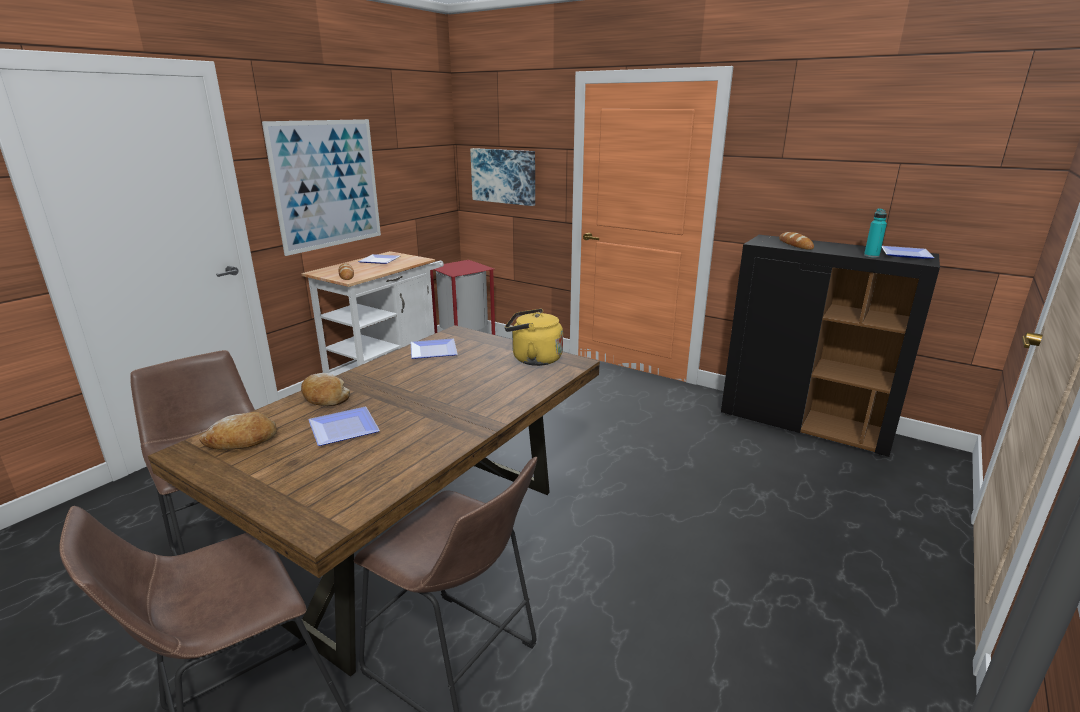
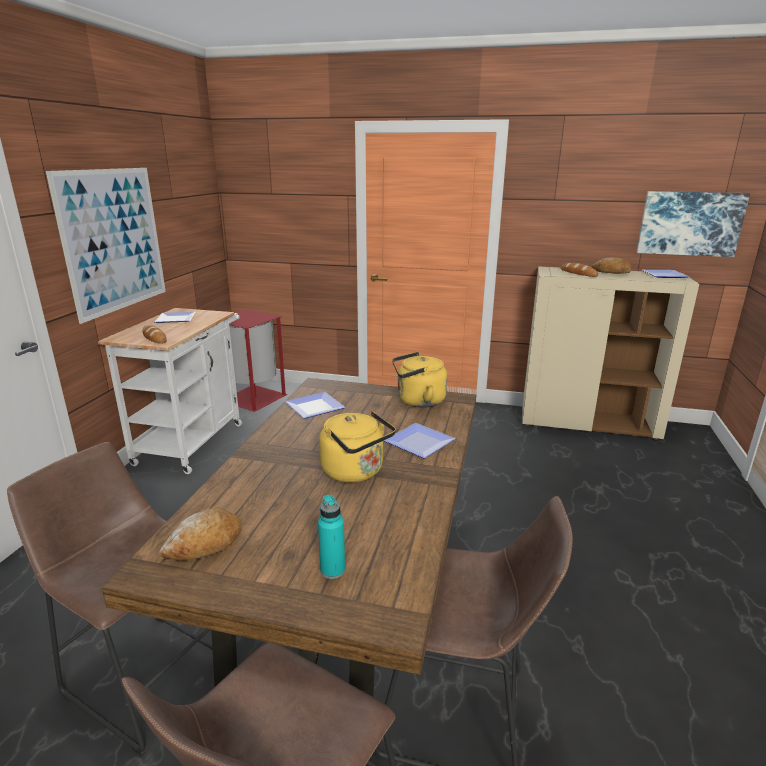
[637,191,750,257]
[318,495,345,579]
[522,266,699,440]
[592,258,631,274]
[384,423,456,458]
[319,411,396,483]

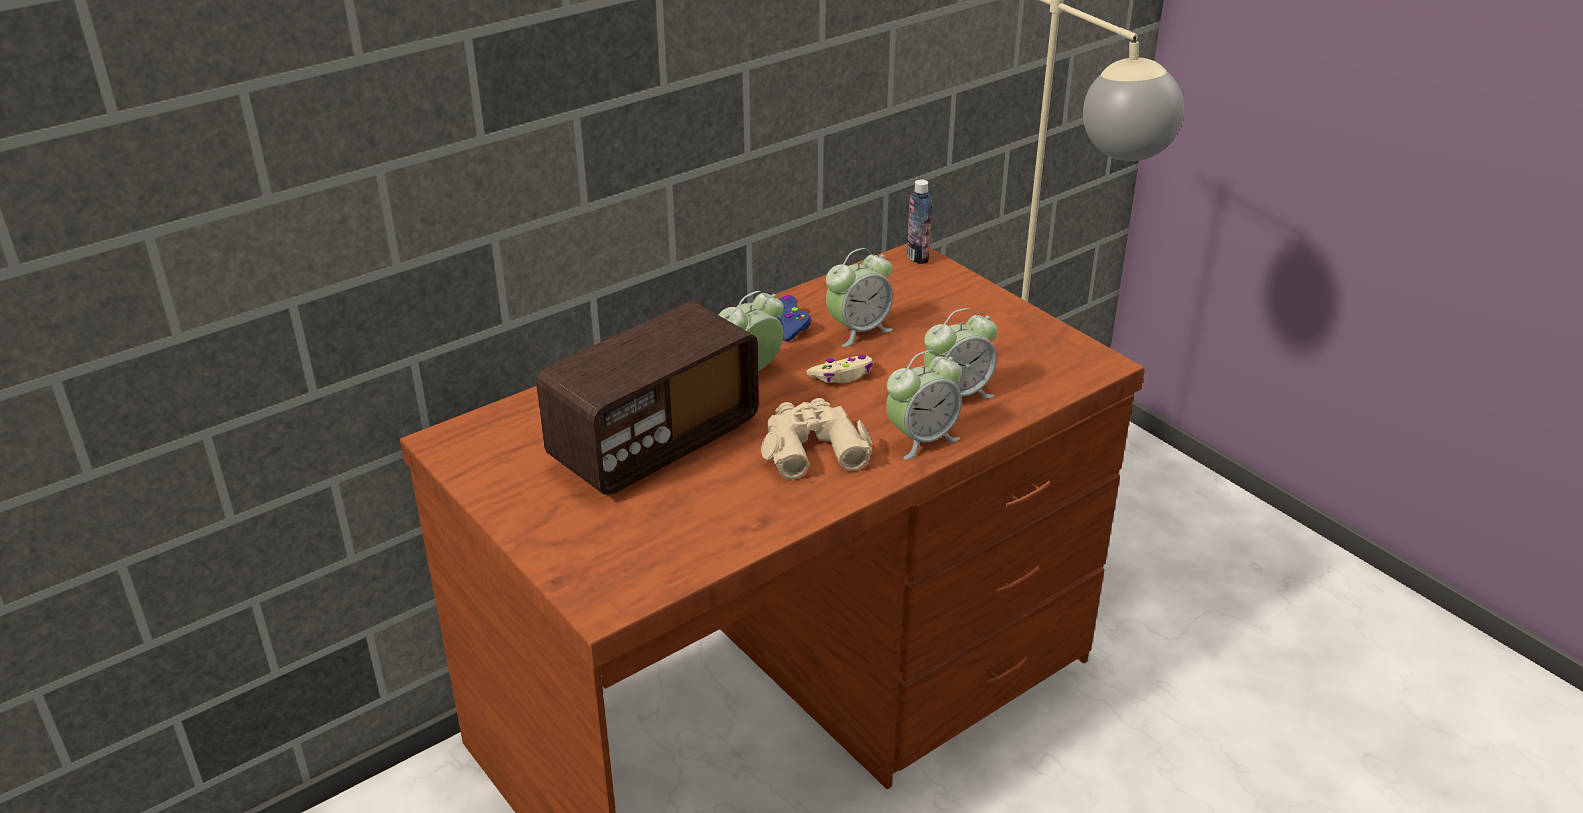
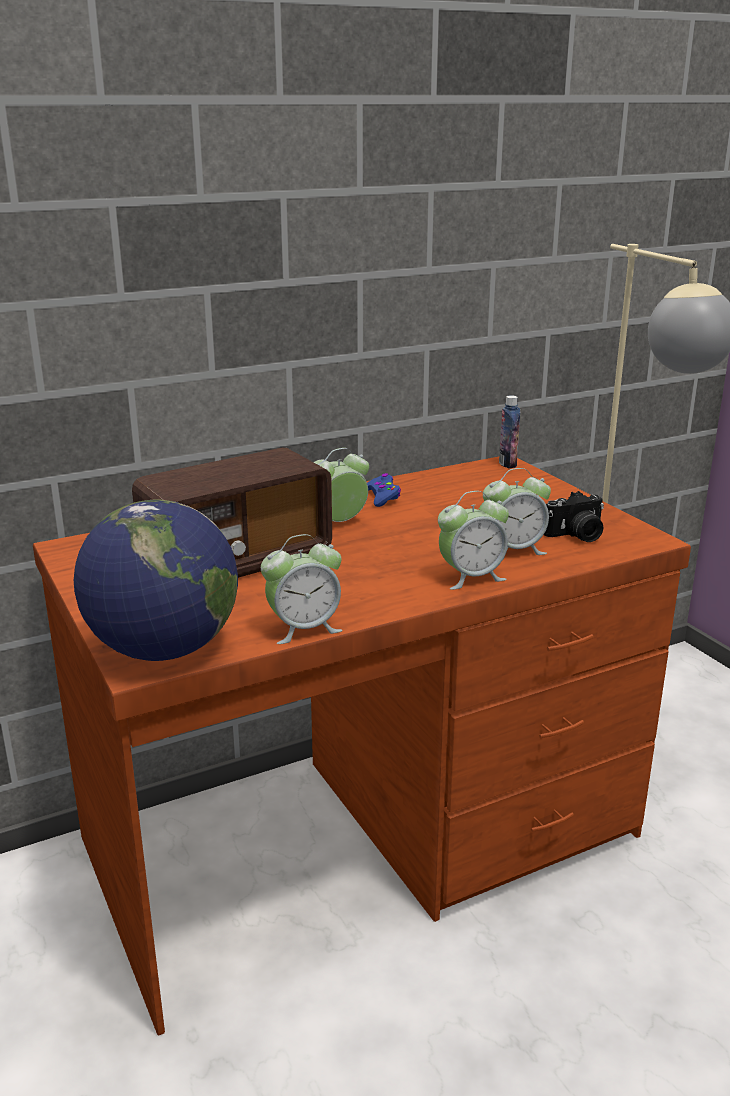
[261,534,343,644]
[806,355,873,383] (first image)
[761,398,873,480] (first image)
[544,491,604,542]
[74,499,238,661]

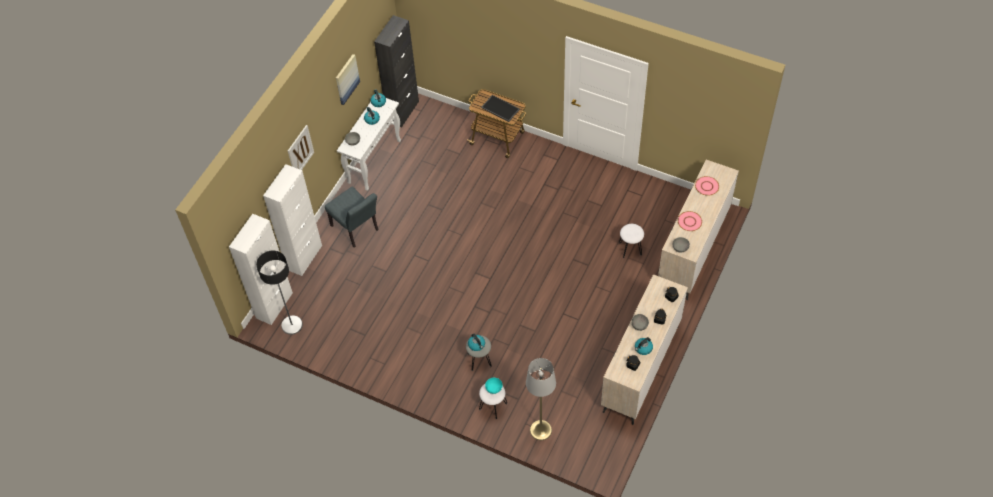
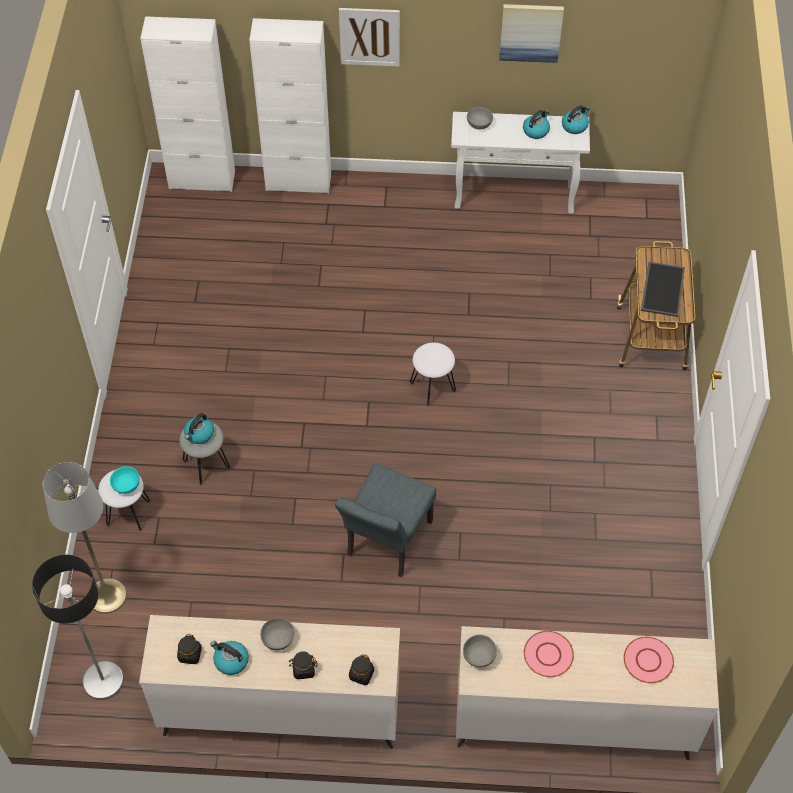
[374,15,419,127] (first image)
[335,463,436,577]
[410,343,456,406]
[32,554,124,700]

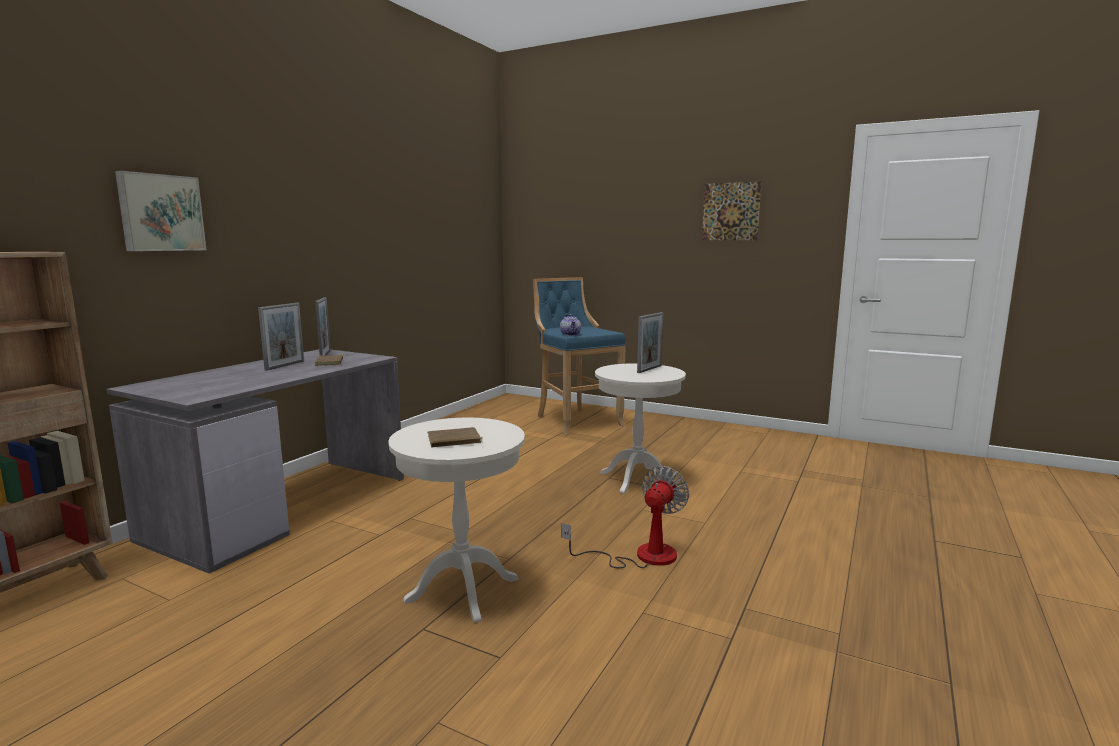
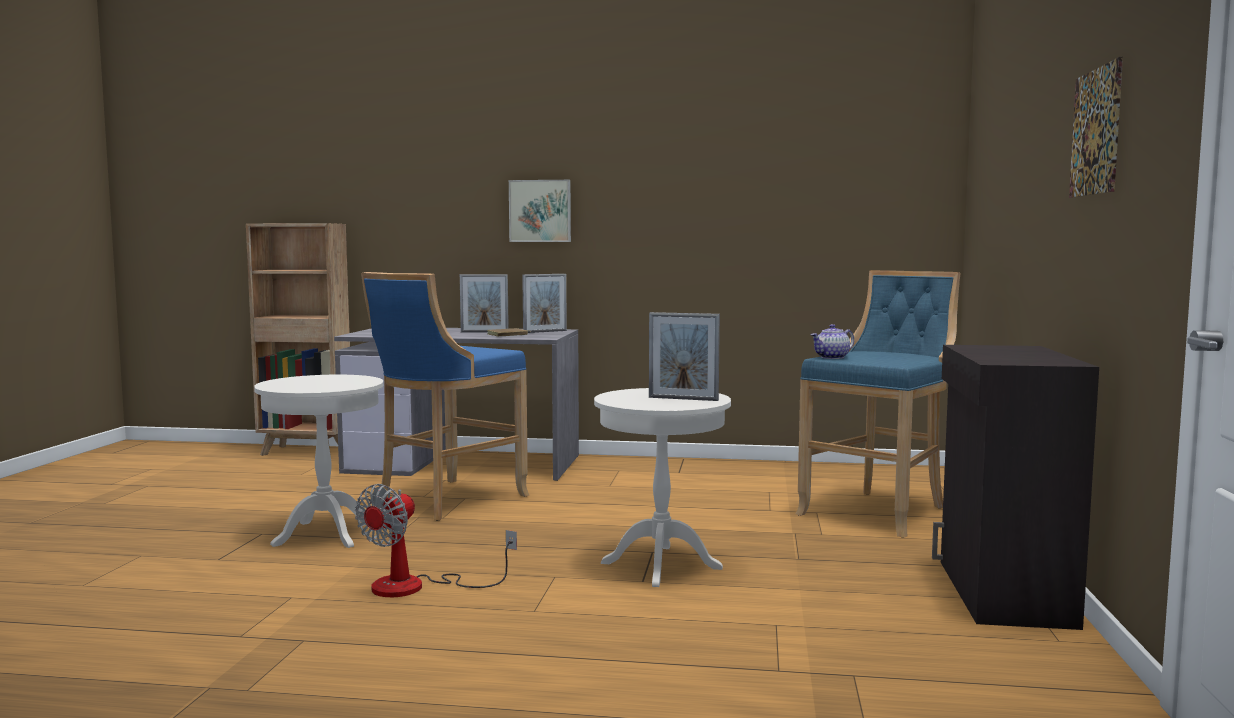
[509,180,571,242]
[427,427,483,447] (first image)
[355,484,517,597]
[361,272,529,521]
[932,345,1099,630]

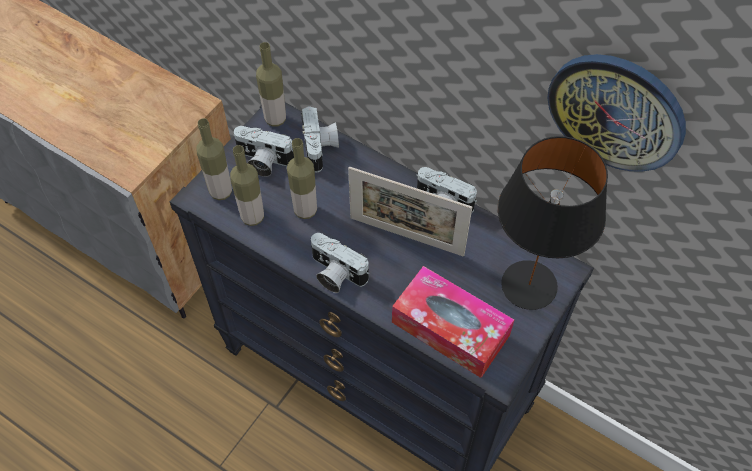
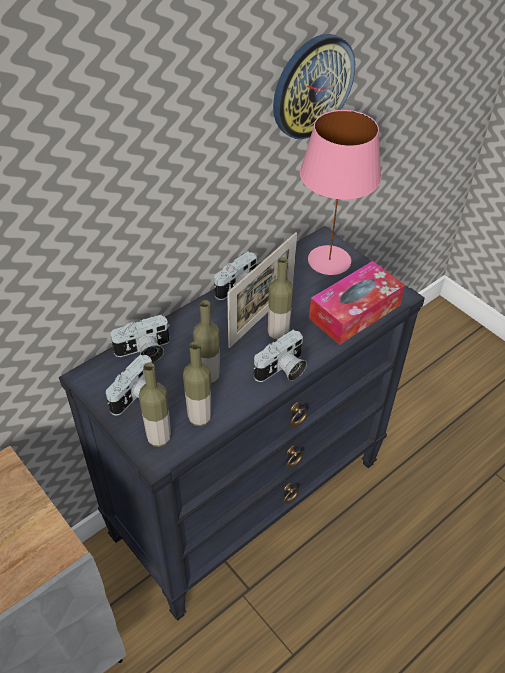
[268,257,294,341]
[110,315,170,363]
[300,110,381,275]

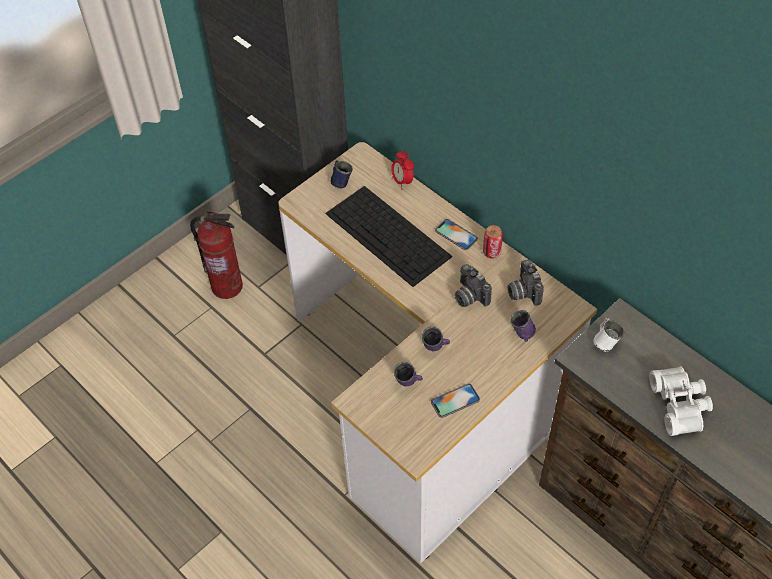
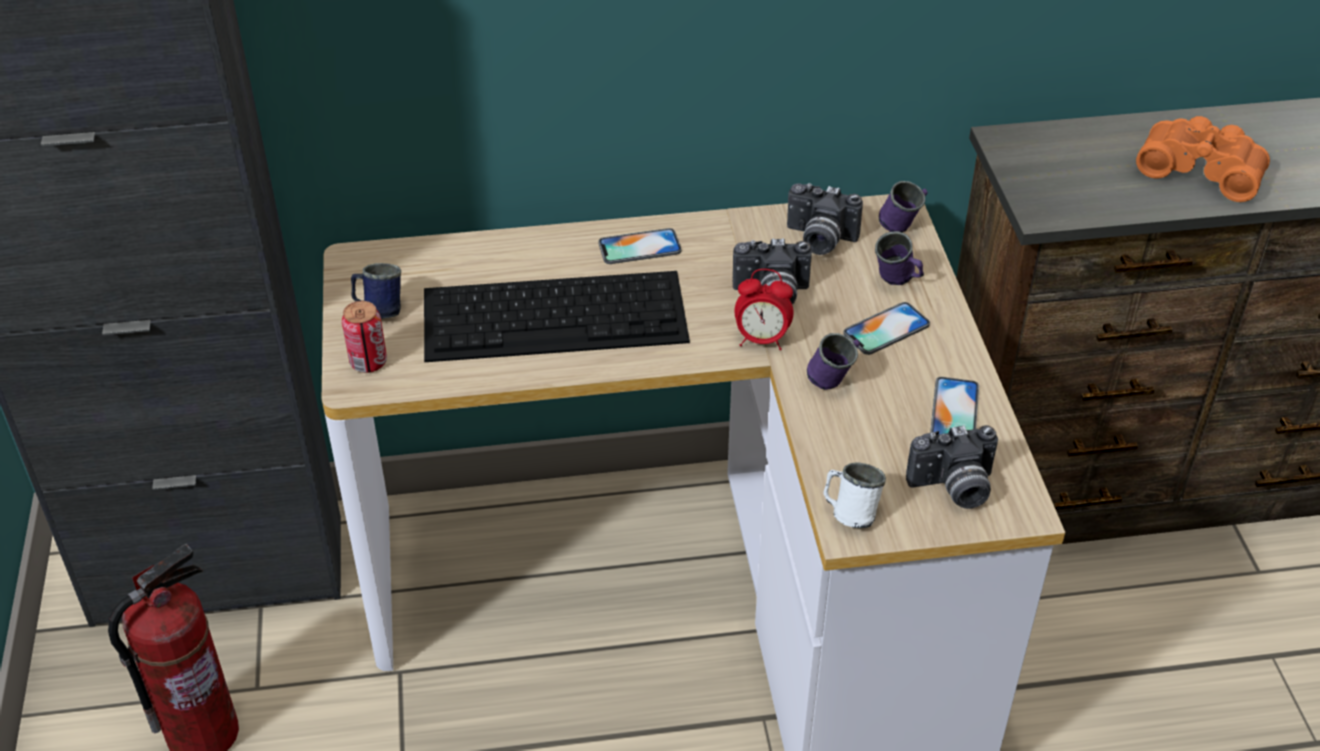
[735,269,794,350]
[342,301,387,373]
[824,462,886,528]
[879,181,928,232]
[1136,116,1270,202]
[843,302,930,355]
[906,425,998,509]

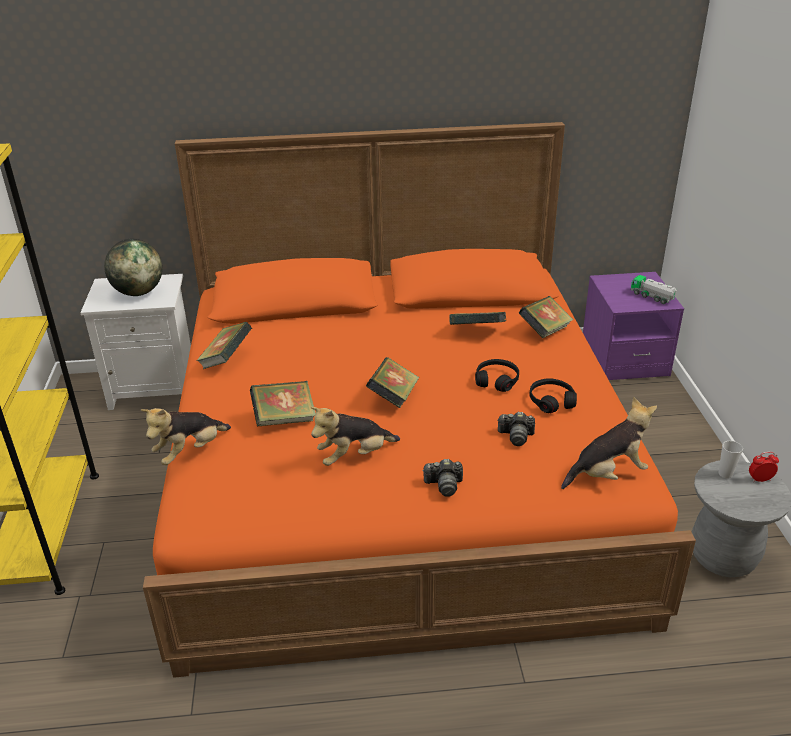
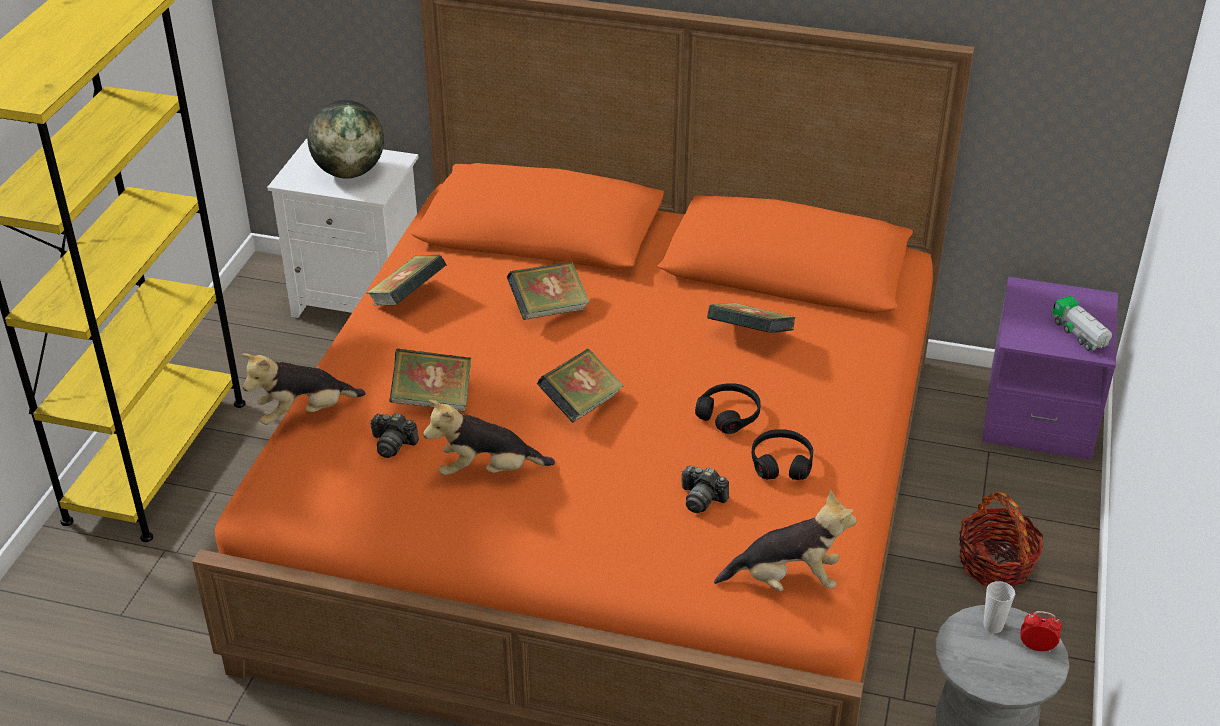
[507,262,590,320]
[370,413,419,458]
[959,491,1043,587]

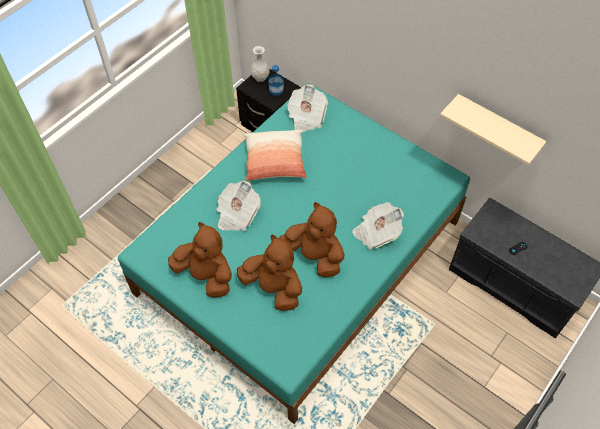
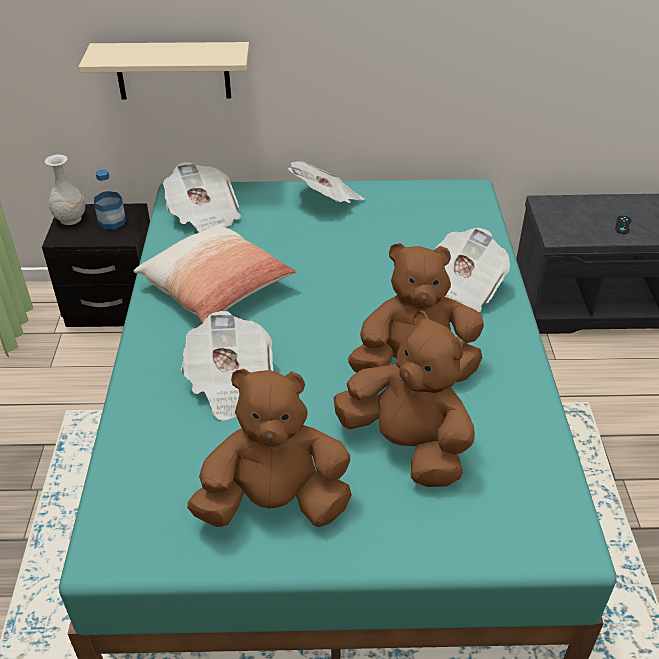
[79,42,249,100]
[333,311,475,487]
[287,161,365,203]

